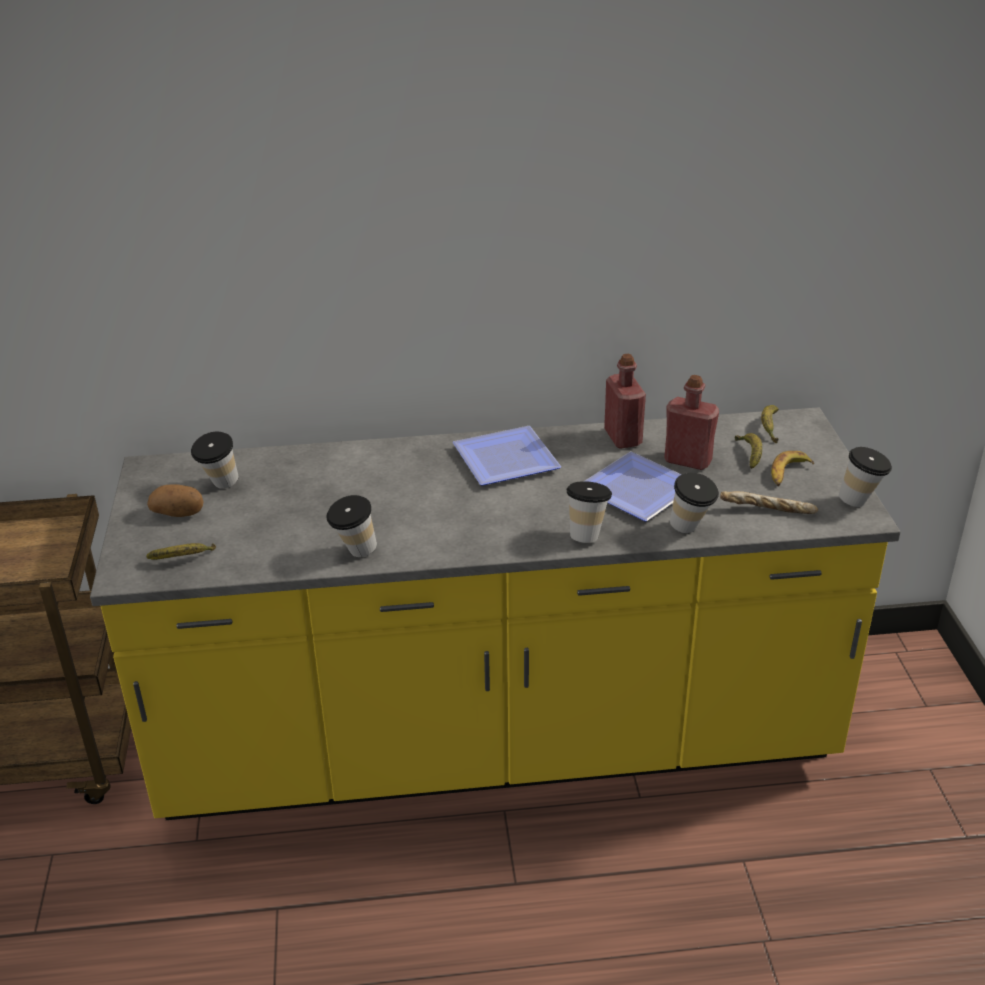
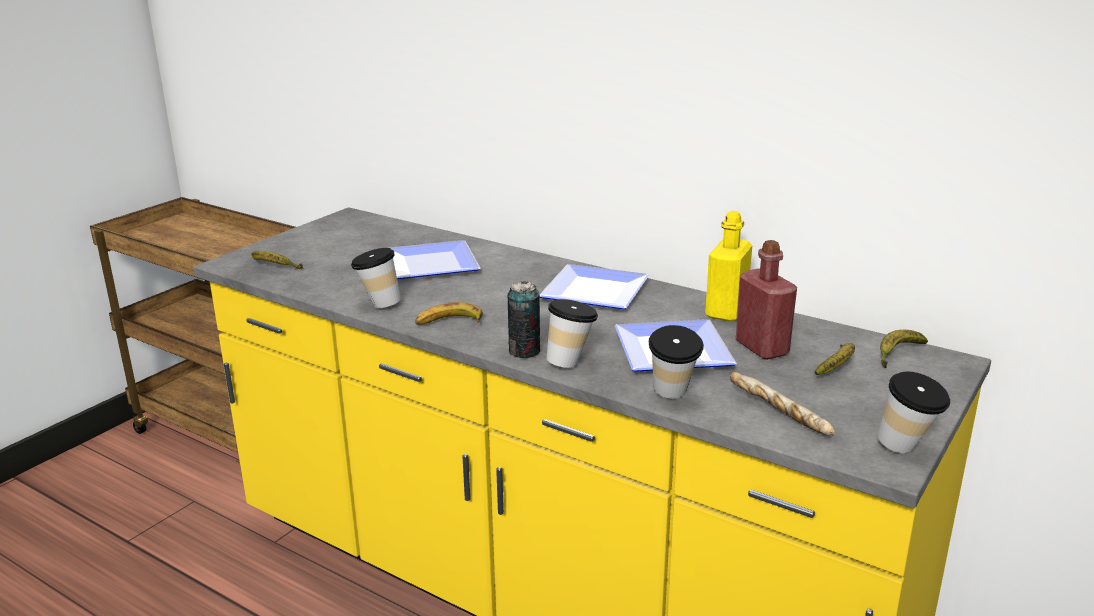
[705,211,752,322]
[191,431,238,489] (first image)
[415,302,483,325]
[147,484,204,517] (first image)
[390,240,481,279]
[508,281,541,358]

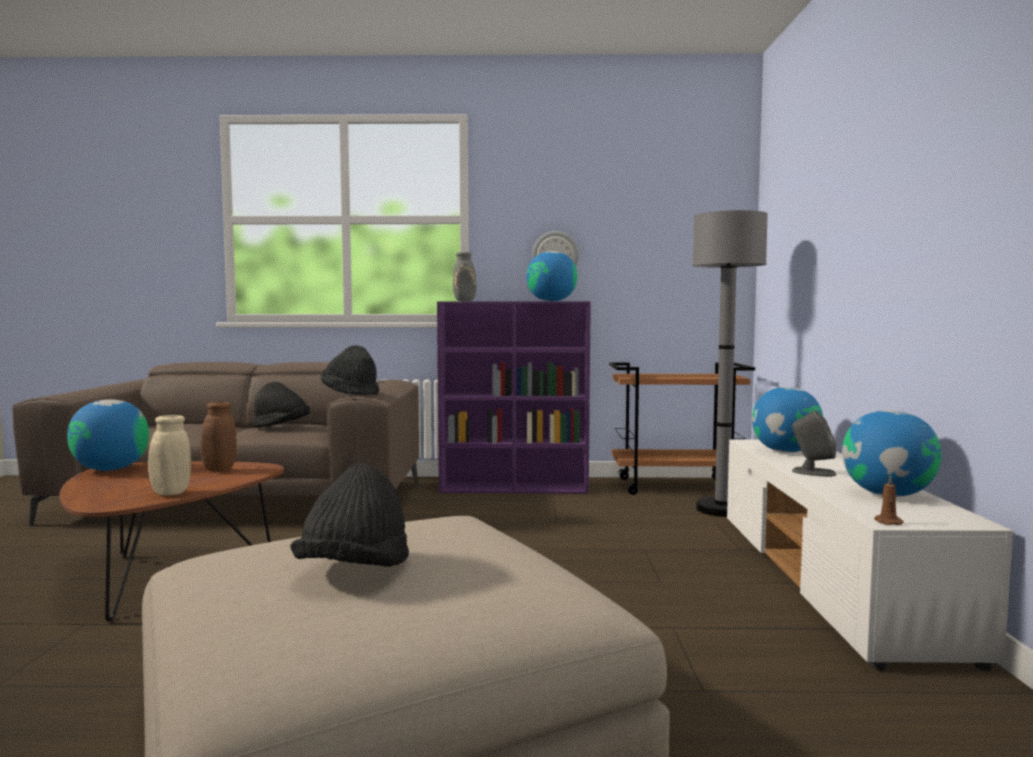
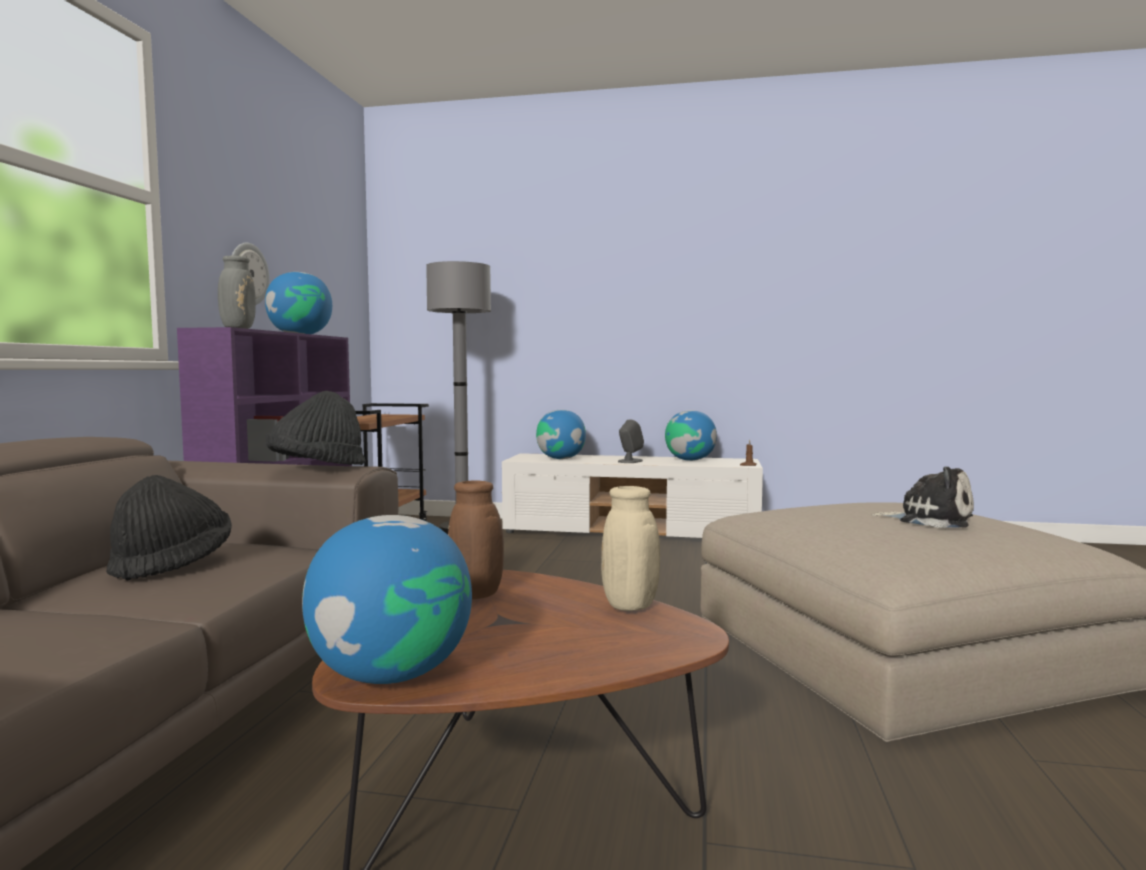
[872,466,974,528]

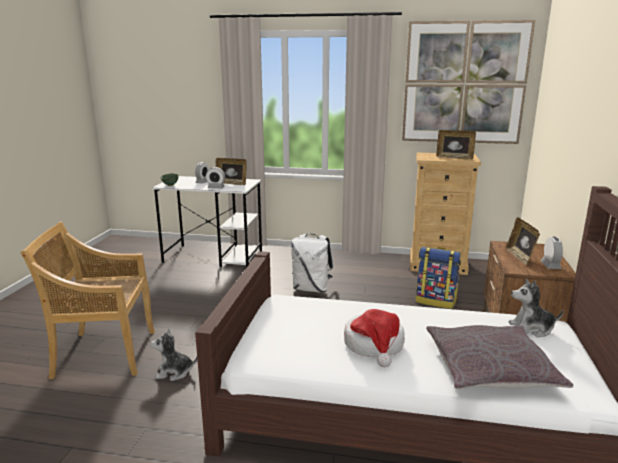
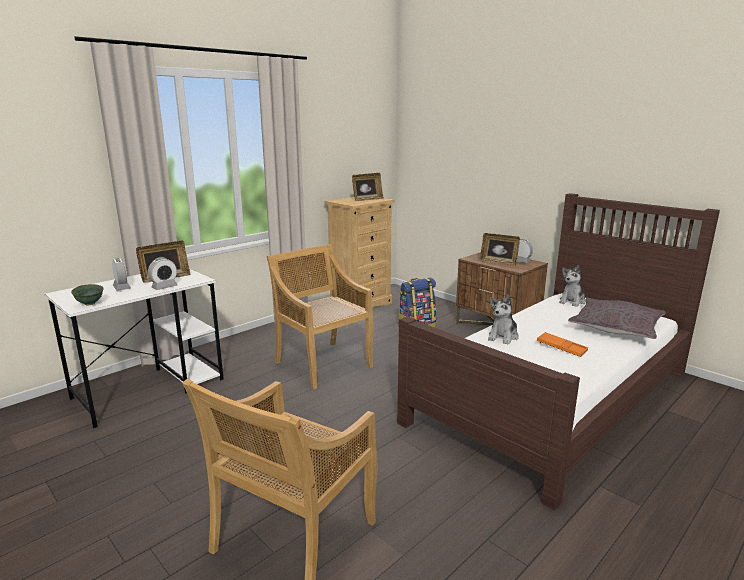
[402,20,535,144] (first image)
[267,244,374,389]
[537,332,588,357]
[488,295,519,344]

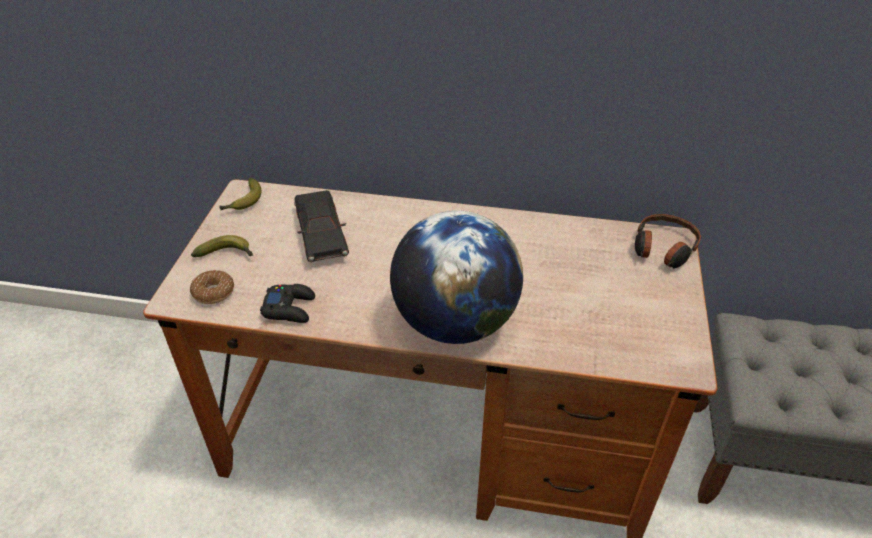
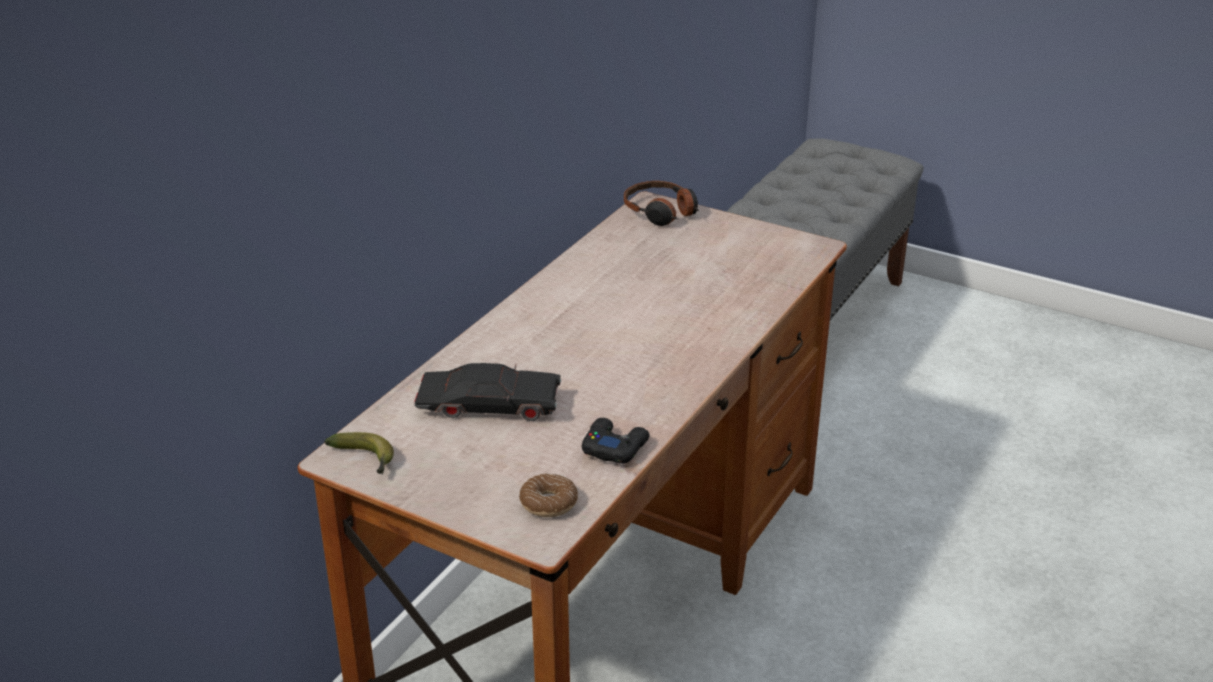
[390,210,523,344] (first image)
[191,235,253,257] (first image)

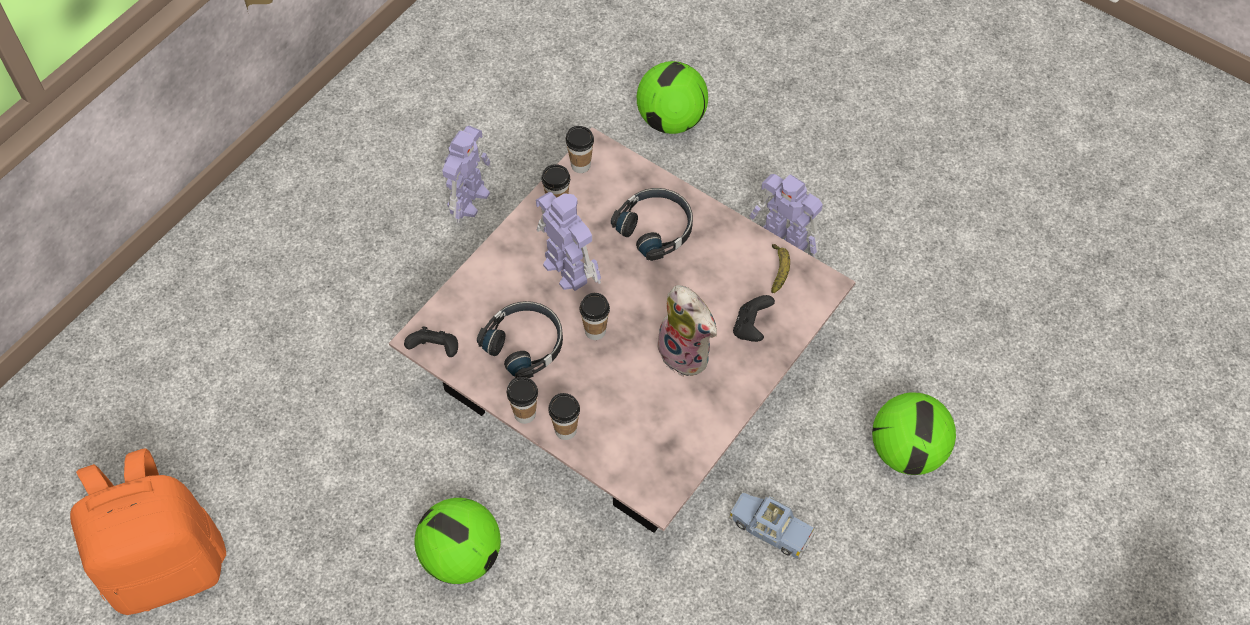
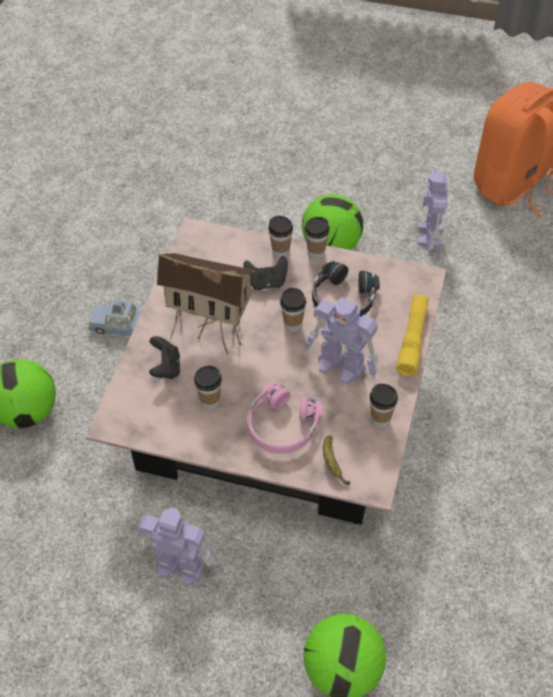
[417,171,447,252]
[194,366,222,410]
[247,383,322,454]
[323,435,350,485]
[157,253,256,354]
[243,256,288,290]
[396,294,429,376]

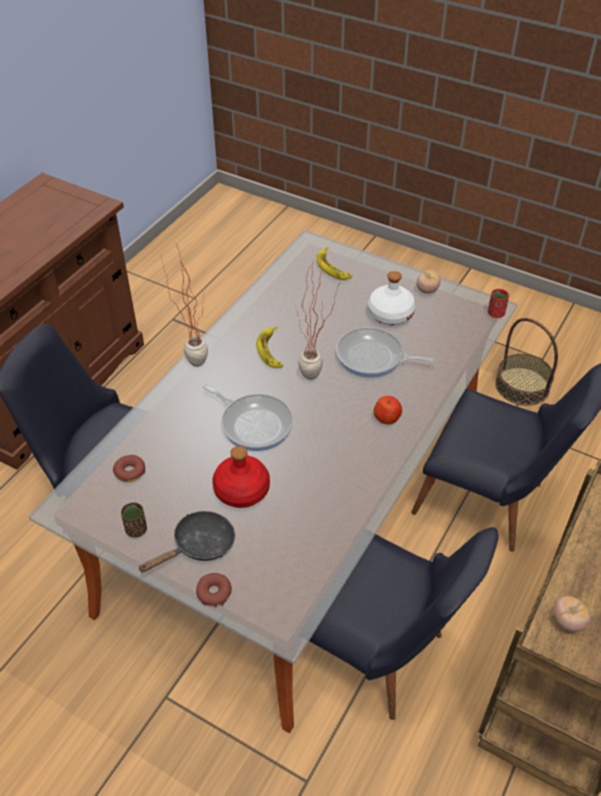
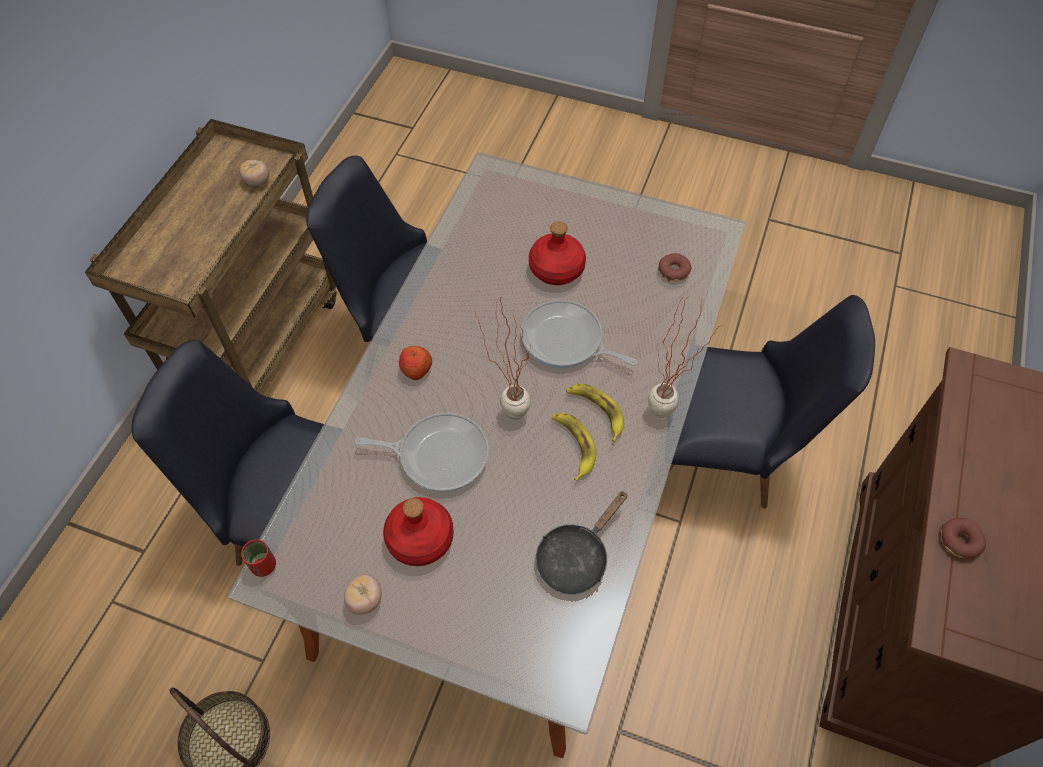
[566,384,624,442]
[383,497,454,566]
[121,502,147,538] (first image)
[535,491,627,595]
[941,518,986,560]

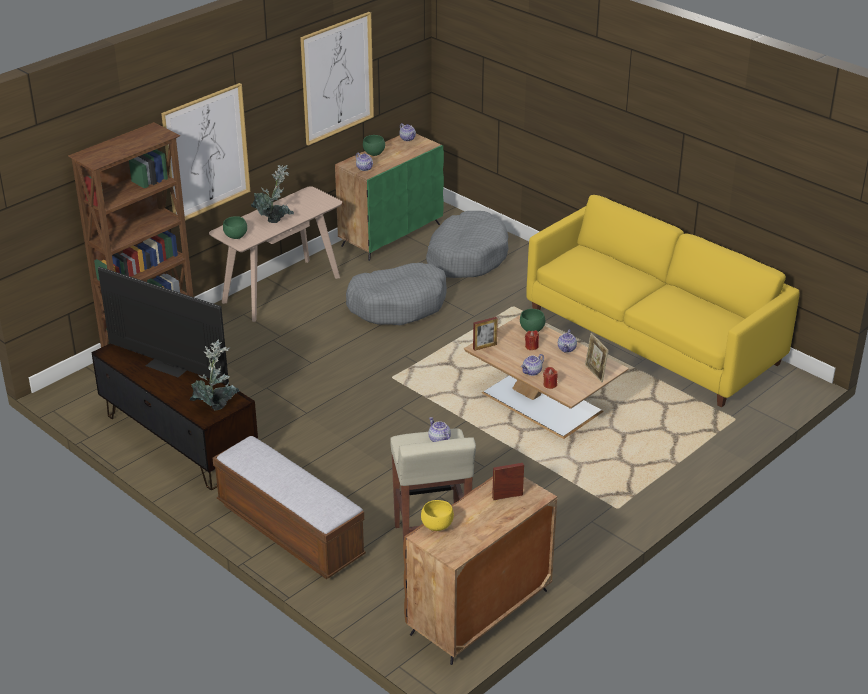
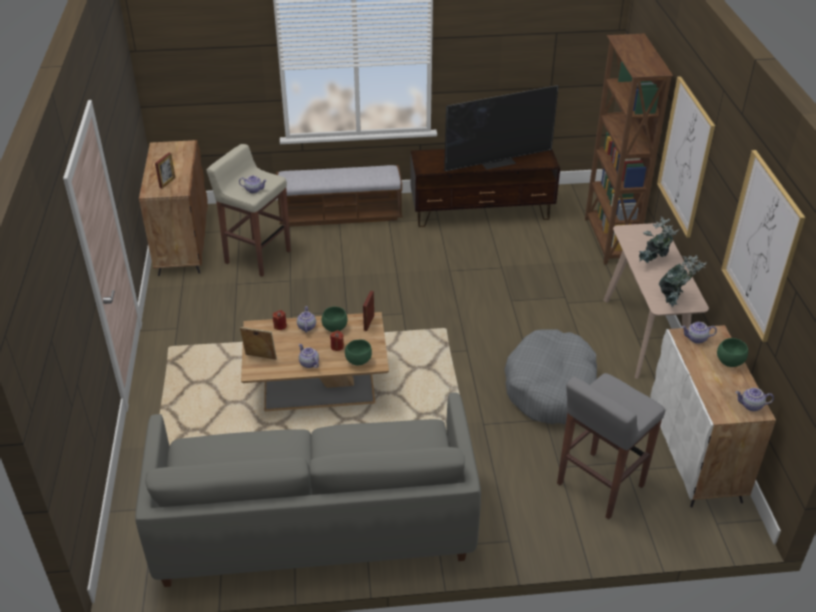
[650,325,776,508]
[135,393,481,587]
[557,373,665,519]
[322,306,347,332]
[659,255,707,307]
[421,500,454,531] (first image)

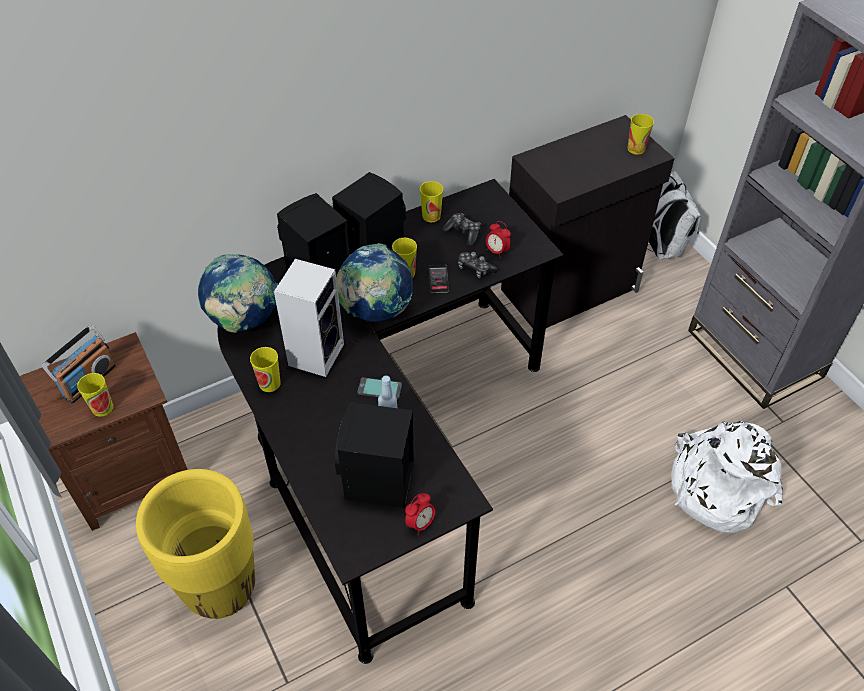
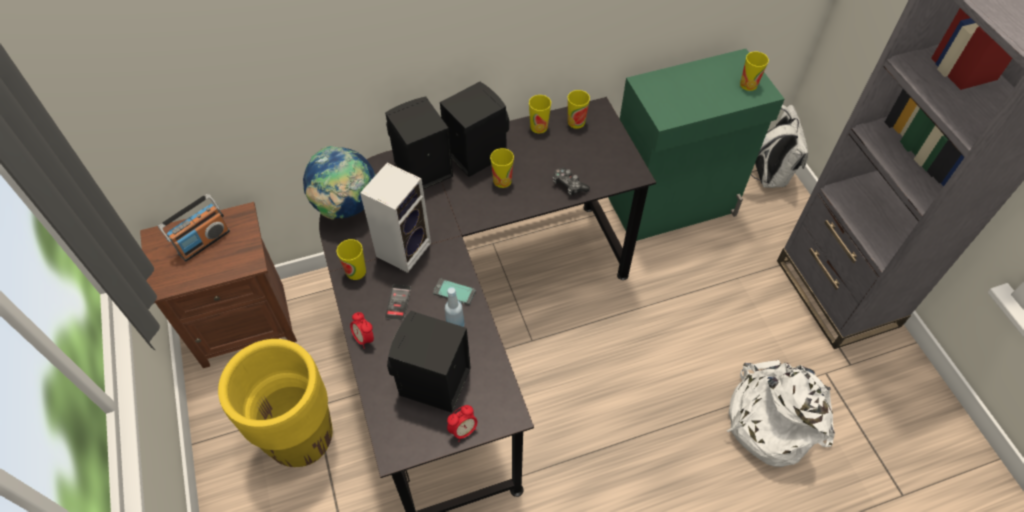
[608,49,784,241]
[443,213,481,246] (first image)
[350,312,374,349]
[336,243,413,322] (first image)
[385,284,411,320]
[568,90,590,129]

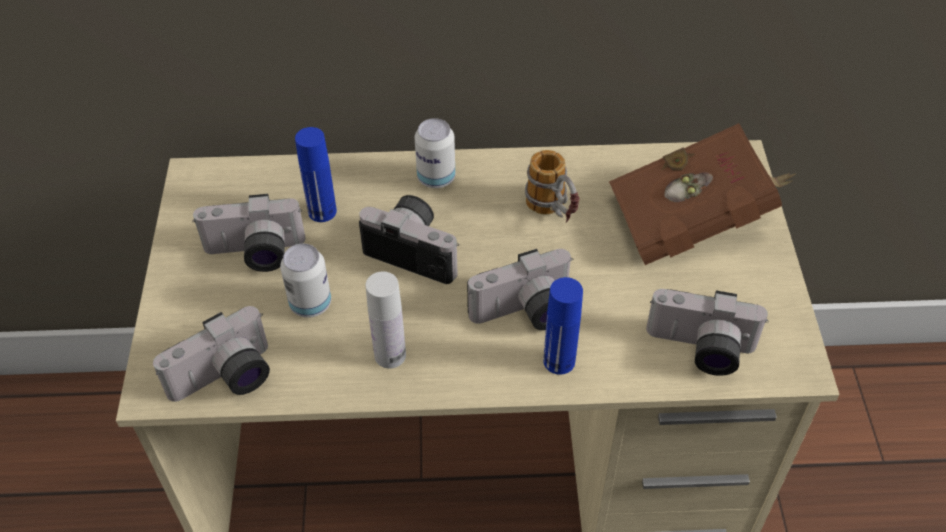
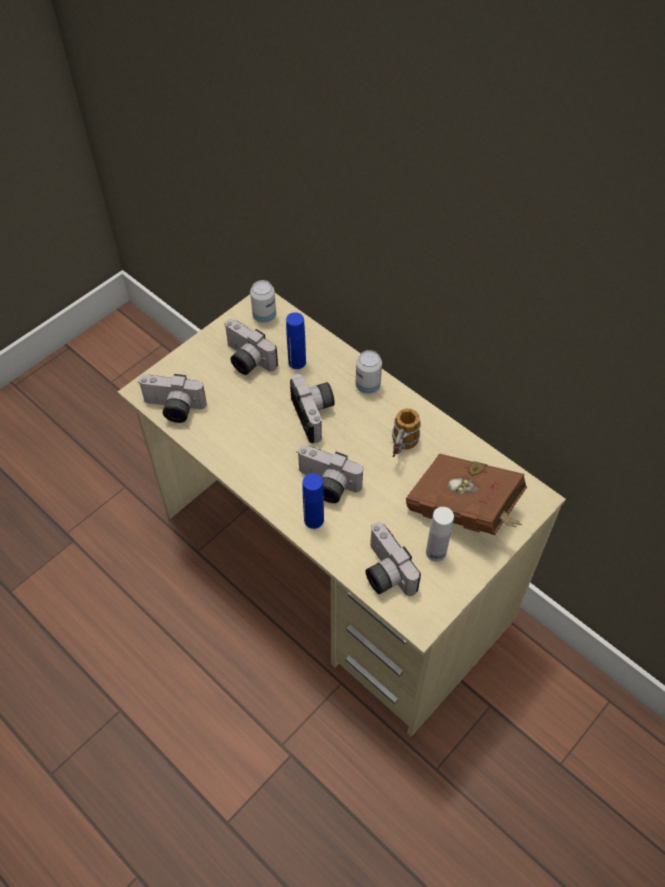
[250,280,276,323]
[426,507,454,562]

